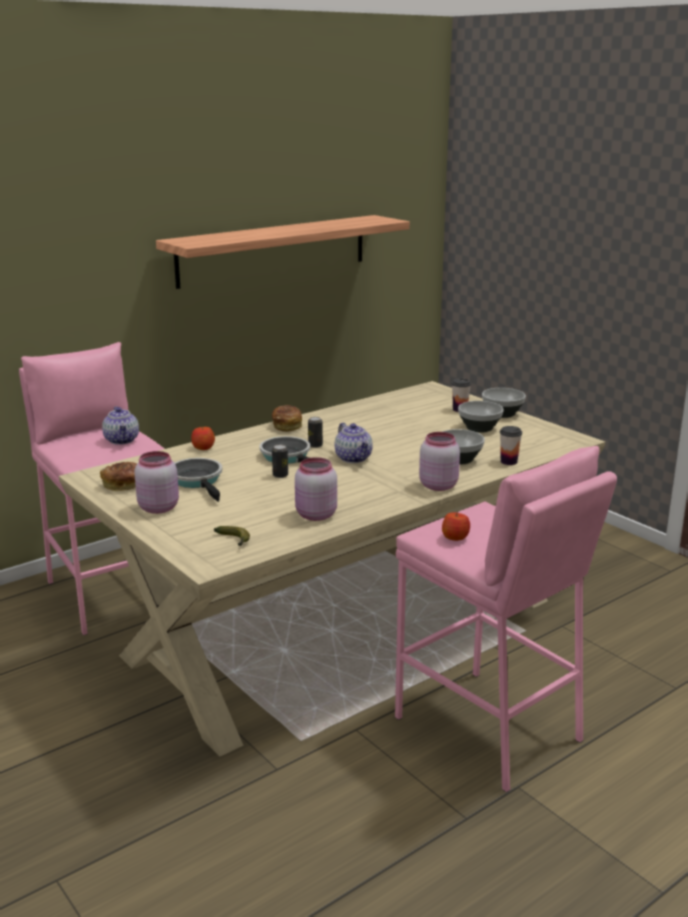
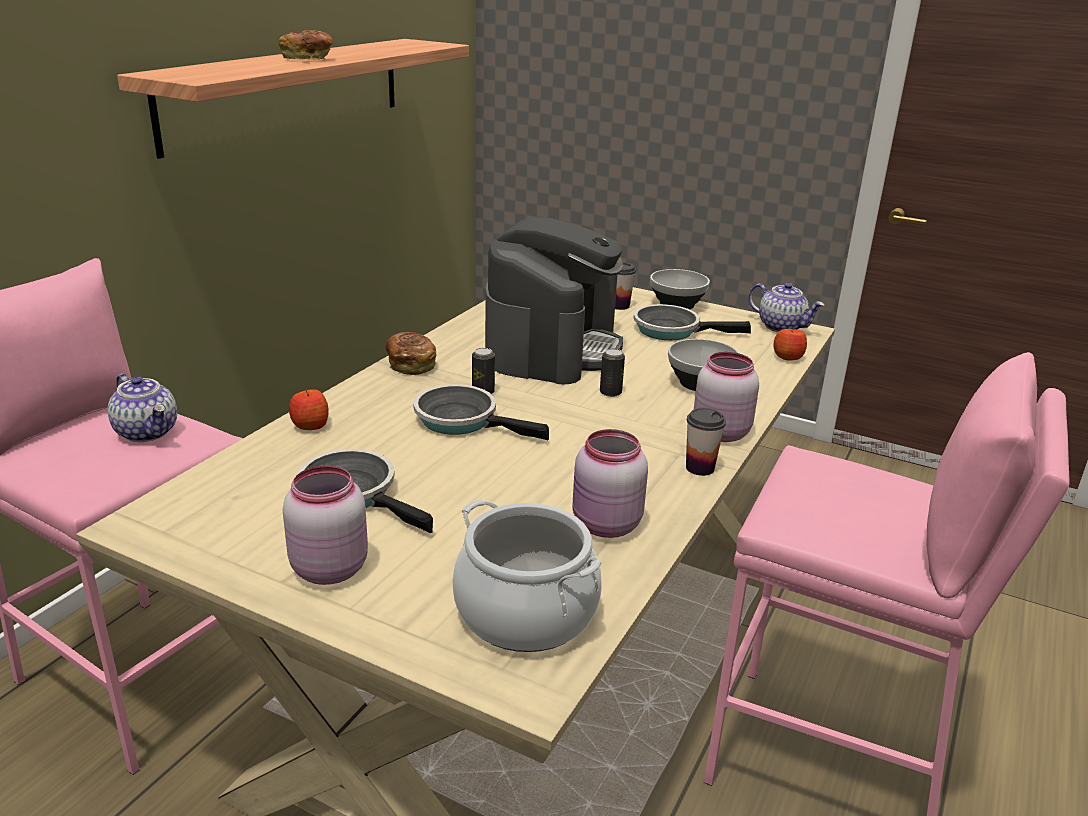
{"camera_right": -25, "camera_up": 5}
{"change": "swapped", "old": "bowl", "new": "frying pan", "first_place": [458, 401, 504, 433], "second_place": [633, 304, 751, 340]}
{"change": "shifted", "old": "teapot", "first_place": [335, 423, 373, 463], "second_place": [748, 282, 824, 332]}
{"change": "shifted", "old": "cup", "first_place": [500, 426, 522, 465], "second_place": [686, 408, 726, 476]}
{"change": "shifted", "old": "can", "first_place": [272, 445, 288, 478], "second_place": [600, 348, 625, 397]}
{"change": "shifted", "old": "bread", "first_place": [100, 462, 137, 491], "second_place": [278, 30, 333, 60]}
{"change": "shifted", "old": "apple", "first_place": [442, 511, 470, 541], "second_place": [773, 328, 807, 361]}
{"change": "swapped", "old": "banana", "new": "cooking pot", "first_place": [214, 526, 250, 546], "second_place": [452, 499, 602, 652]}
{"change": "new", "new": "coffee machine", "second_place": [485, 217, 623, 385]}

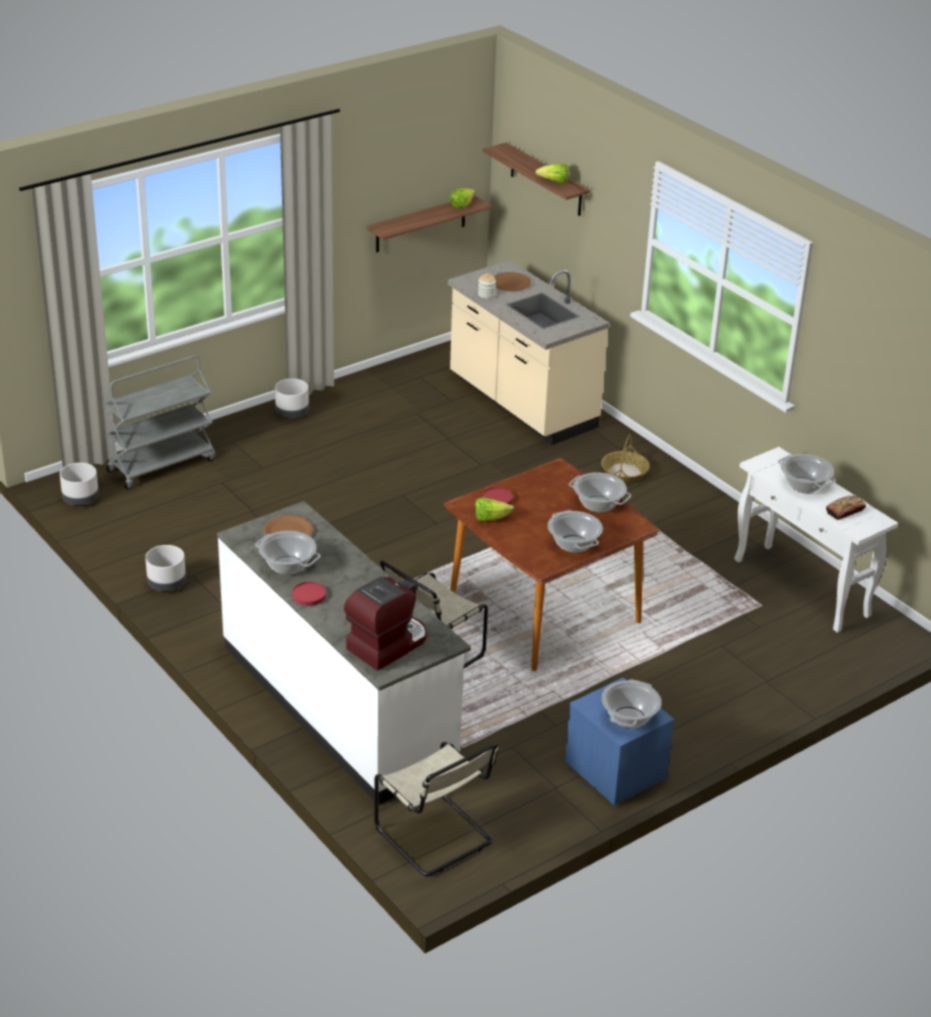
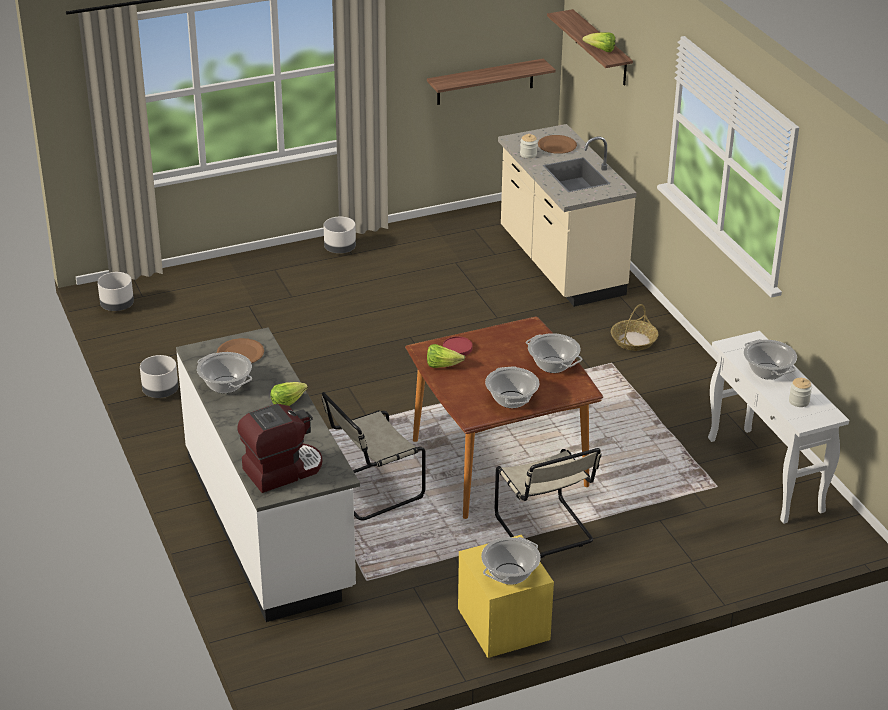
{"camera_right": 15, "camera_up": 0}
{"change": "shifted", "old": "lettuce", "first_place": [449, 188, 475, 208], "second_place": [270, 382, 308, 406]}
{"change": "gone", "old": "cart/grey", "first_place": [103, 355, 215, 490]}
{"change": "swapped", "old": "bread", "new": "jar", "first_place": [826, 495, 866, 520], "second_place": [789, 378, 812, 407]}
{"change": "gone", "old": "plate/red", "first_place": [292, 582, 326, 606]}
{"change": "repainted", "old": "nightstand/blue", "new": "nightstand/yellow", "first_place": [565, 678, 674, 806], "second_place": [458, 535, 554, 658]}
{"change": "shifted", "old": "chair/beige", "first_place": [374, 742, 499, 876], "second_place": [495, 448, 601, 558]}

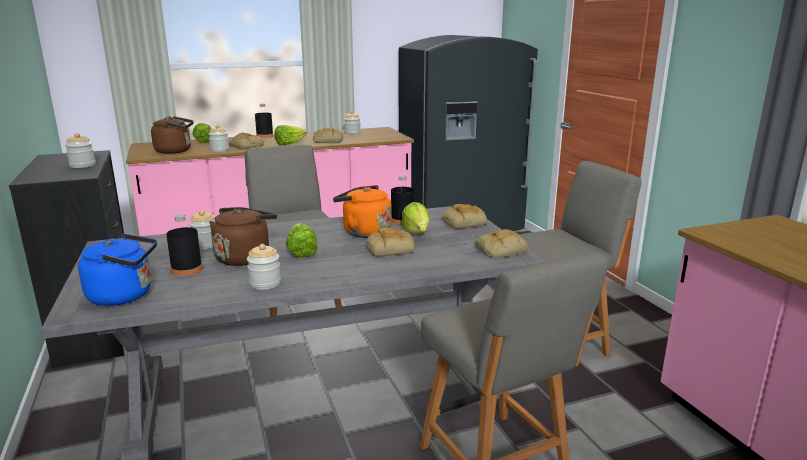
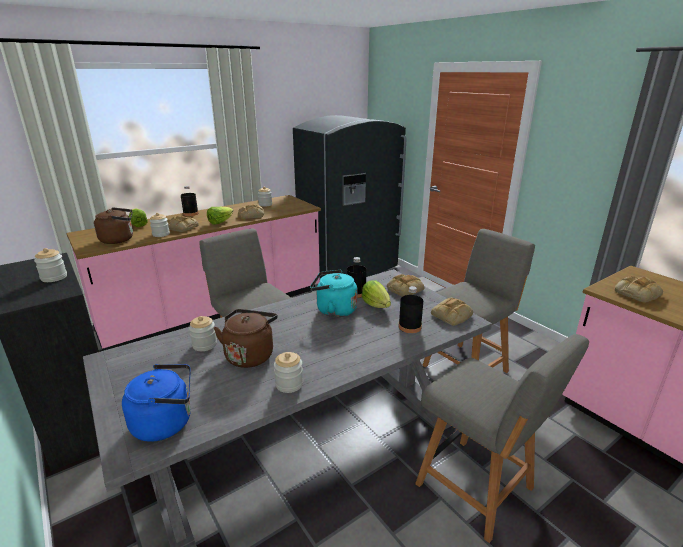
{"camera_right": -15, "camera_up": 5}
{"change": "repainted", "old": "kettle/orange", "new": "kettle/turquoise", "first_place": [333, 185, 392, 238], "second_place": [310, 270, 358, 317]}
{"change": "shifted", "old": "bottle/black", "first_place": [166, 214, 203, 276], "second_place": [398, 286, 423, 333]}
{"change": "gone", "old": "lettuce", "first_place": [286, 223, 317, 258]}
{"change": "shifted", "old": "bread", "first_place": [366, 228, 415, 257], "second_place": [615, 276, 663, 303]}

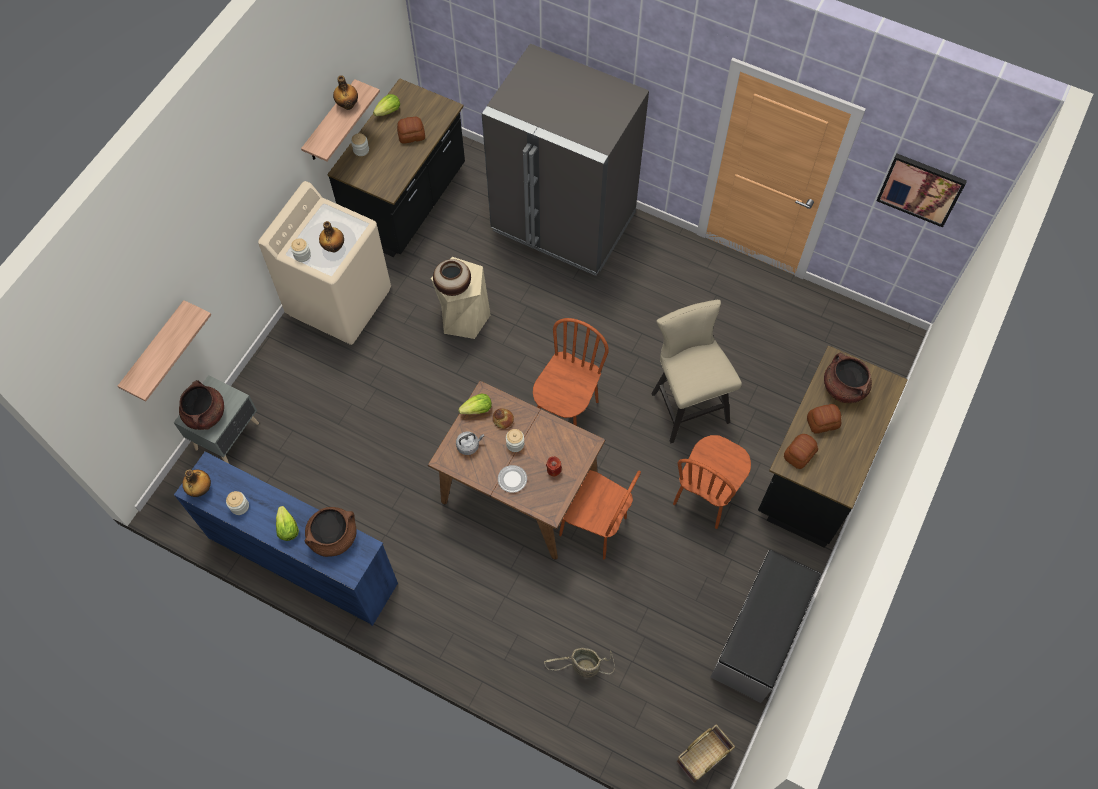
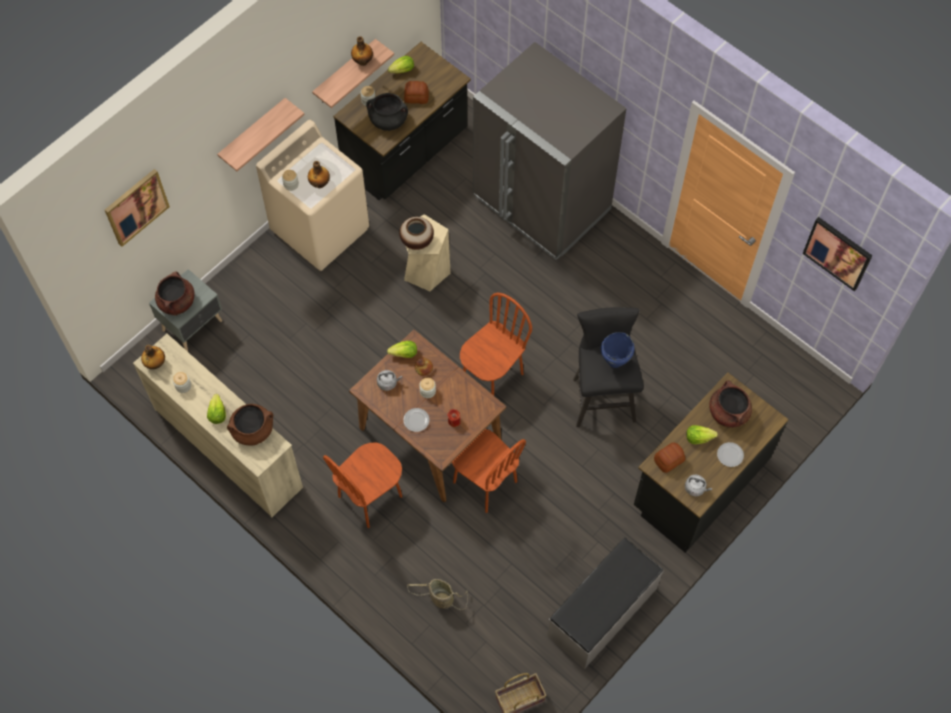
{"camera_right": 15, "camera_up": 0}
{"change": "shifted", "old": "shelf", "first_place": [118, 300, 211, 401], "second_place": [217, 98, 305, 171]}
{"change": "repainted", "old": "stool/beige", "new": "stool/black", "first_place": [651, 300, 742, 444], "second_place": [573, 307, 644, 427]}
{"change": "swapped", "old": "bread", "new": "lettuce", "first_place": [807, 404, 841, 434], "second_place": [686, 425, 718, 444]}
{"change": "shifted", "old": "chair/brown", "first_place": [673, 435, 751, 529], "second_place": [323, 442, 402, 528]}
{"change": "repainted", "old": "dresser/blue", "new": "dresser/beige", "first_place": [174, 452, 398, 626], "second_place": [133, 334, 303, 517]}
{"change": "new", "new": "cooking pot/black", "second_place": [366, 93, 408, 131]}
{"change": "new", "new": "picture", "second_place": [105, 169, 170, 247]}
{"change": "new", "new": "cooking pot/blue", "second_place": [601, 332, 634, 368]}
{"change": "new", "new": "plate", "second_place": [717, 442, 744, 467]}
{"change": "new", "new": "kettle/grey", "second_place": [685, 475, 712, 496]}

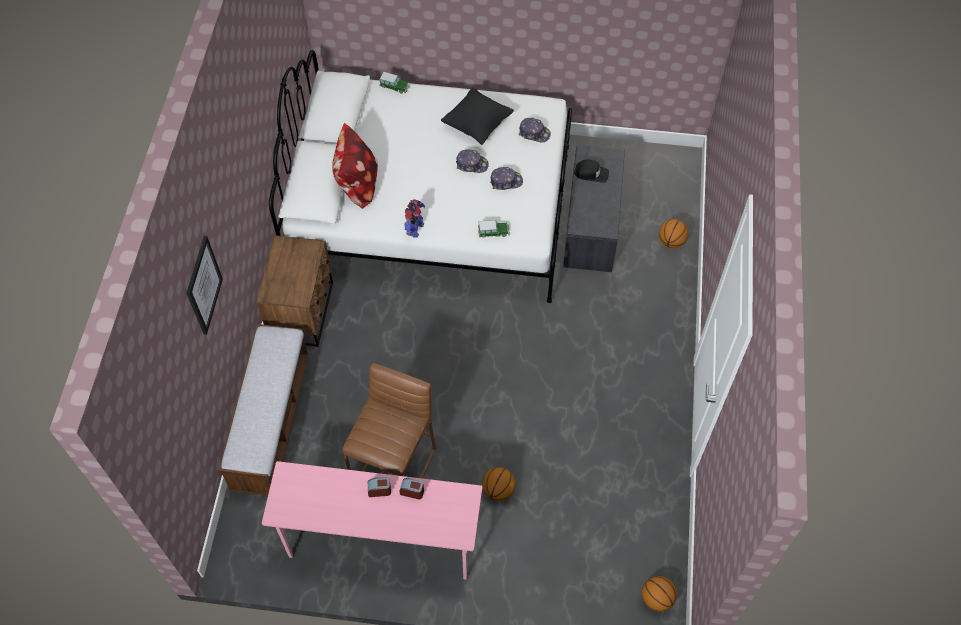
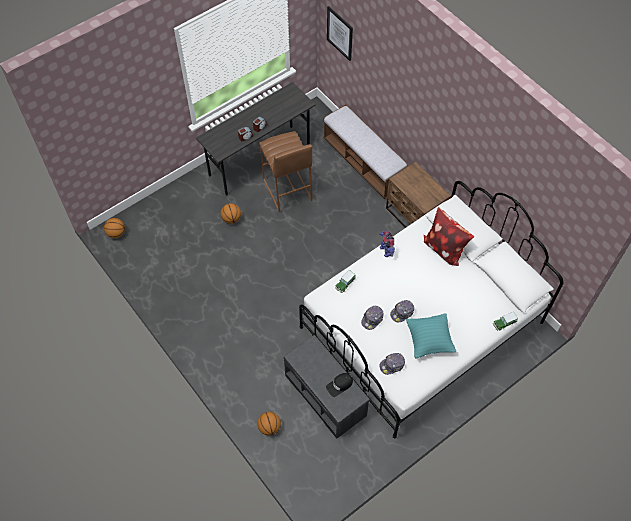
{"camera_right": 135, "camera_up": 0}
{"change": "repainted", "old": "pillow/black", "new": "pillow/turquoise", "first_place": [441, 87, 514, 145], "second_place": [406, 313, 456, 359]}
{"change": "shifted", "old": "picture", "first_place": [186, 236, 223, 335], "second_place": [327, 6, 353, 61]}
{"change": "repainted", "old": "desk/pink", "new": "desk/grey", "first_place": [262, 461, 482, 580], "second_place": [196, 82, 315, 195]}

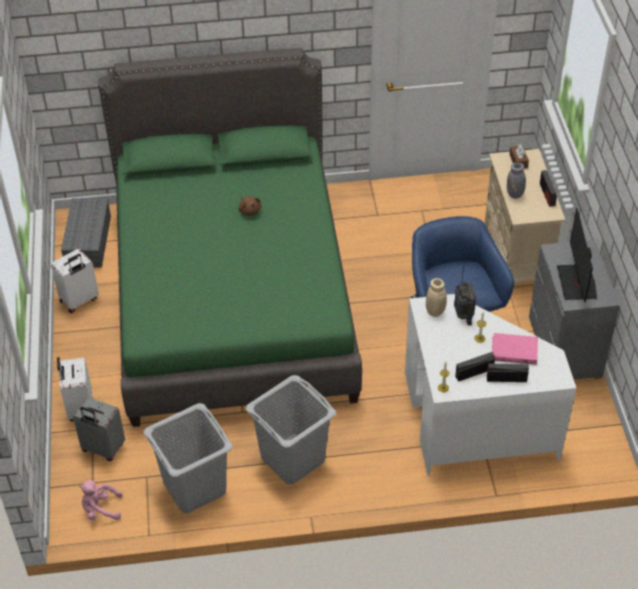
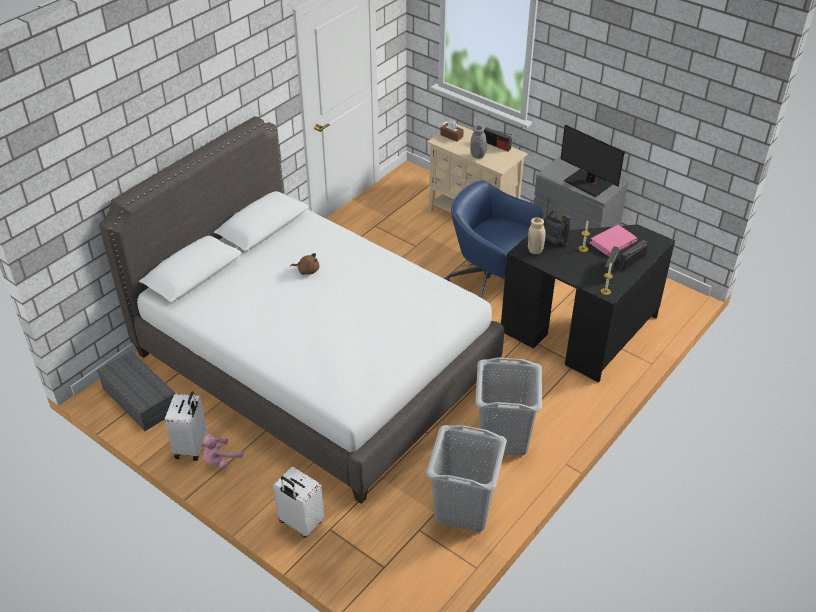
{"camera_right": -45, "camera_up": -5}
{"change": "repainted", "old": "bed/green", "new": "bed/white", "first_place": [98, 48, 362, 427], "second_place": [99, 116, 504, 504]}
{"change": "repainted", "old": "desk/white", "new": "desk/black", "first_place": [405, 294, 576, 476], "second_place": [501, 225, 675, 383]}
{"change": "gone", "old": "suitcase/grey", "first_place": [73, 397, 125, 461]}
{"change": "shifted", "old": "plush toy/pink", "first_place": [79, 480, 122, 520], "second_place": [201, 434, 243, 468]}

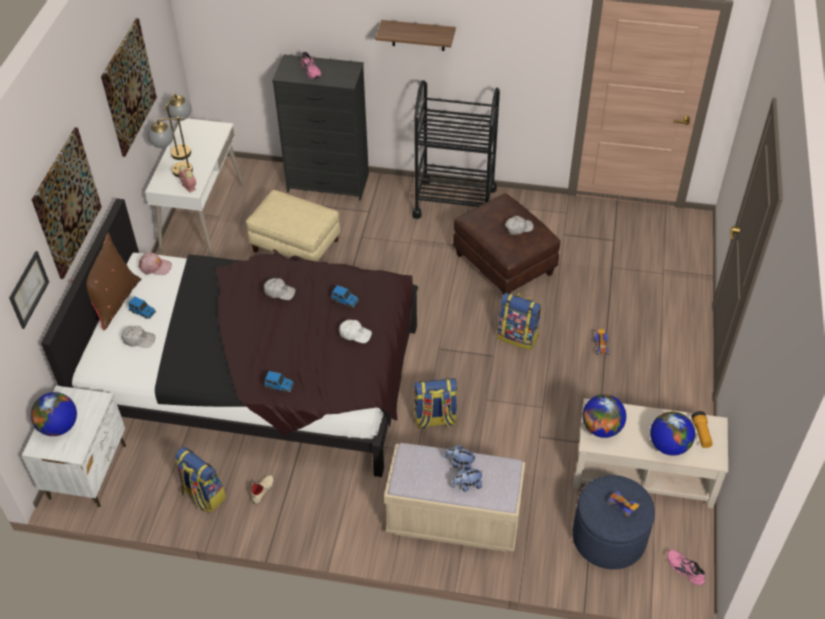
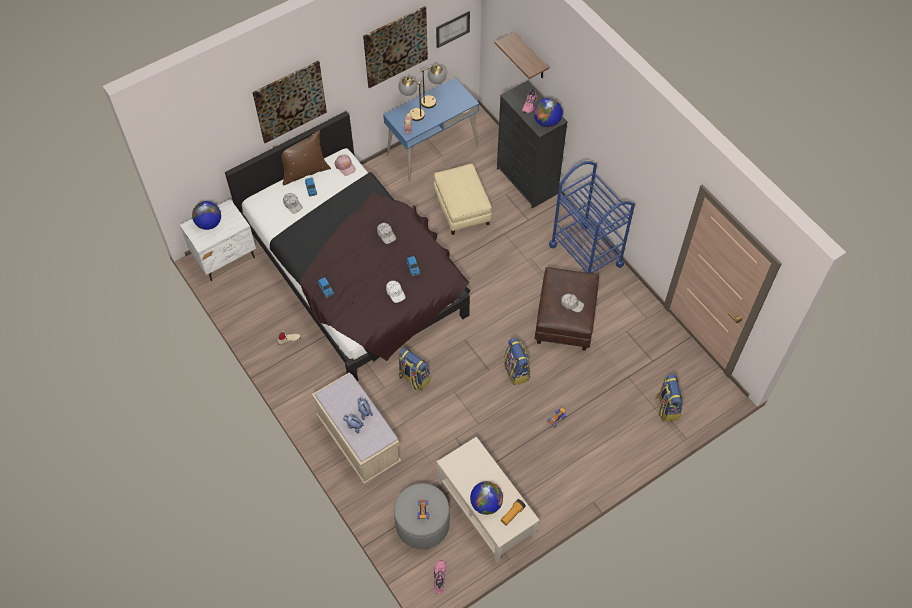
{"camera_right": 45, "camera_up": 10}
{"change": "shifted", "old": "shelf", "first_place": [375, 20, 456, 51], "second_place": [495, 32, 549, 79]}
{"change": "repainted", "old": "cart/black", "new": "cart/blue", "first_place": [412, 80, 500, 219], "second_place": [549, 161, 635, 273]}
{"change": "repainted", "old": "desk/white", "new": "desk/blue", "first_place": [145, 118, 244, 257], "second_place": [383, 78, 479, 182]}
{"change": "shifted", "old": "picture", "first_place": [9, 251, 49, 329], "second_place": [436, 11, 470, 48]}
{"change": "shifted", "old": "globe", "first_place": [583, 394, 626, 438], "second_place": [534, 98, 563, 127]}
{"change": "shifted", "old": "backpack", "first_place": [175, 447, 226, 512], "second_place": [655, 374, 683, 421]}
{"change": "repainted", "old": "ottoman/blue", "new": "ottoman/grey", "first_place": [572, 475, 655, 569], "second_place": [394, 483, 450, 549]}

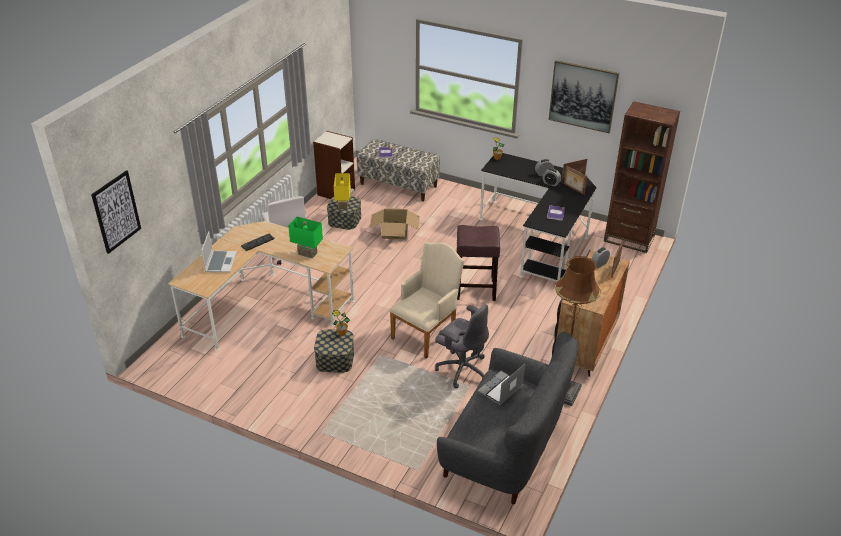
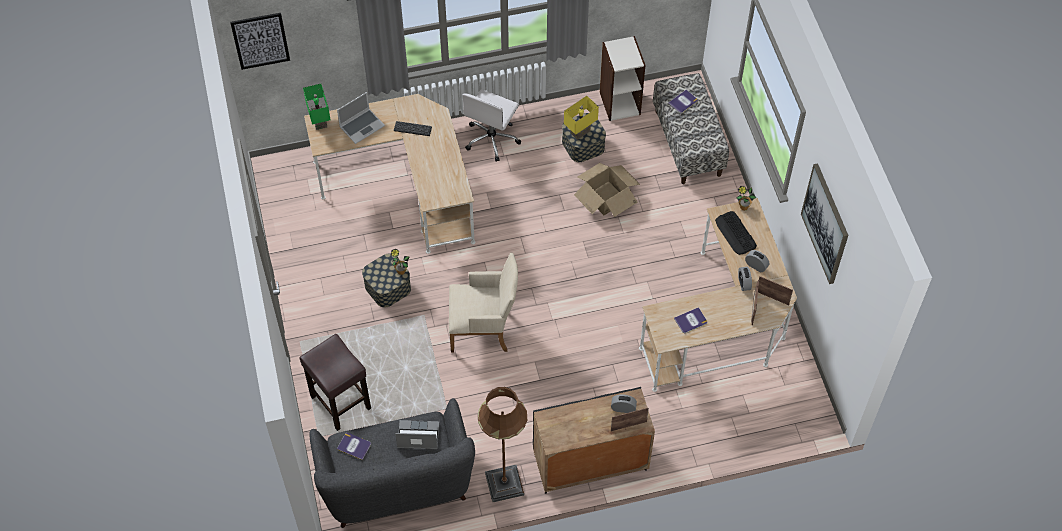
{"camera_right": 50, "camera_up": 20}
{"change": "gone", "old": "bookcase/brown", "first_place": [604, 101, 680, 253]}
{"change": "repainted", "old": "desk/black", "new": "desk/beige", "first_place": [479, 153, 597, 282], "second_place": [639, 198, 797, 392]}
{"change": "shifted", "old": "table lamp/green", "first_place": [288, 217, 323, 259], "second_place": [303, 84, 331, 130]}
{"change": "shifted", "old": "stool/brown", "first_place": [457, 225, 500, 301], "second_place": [300, 334, 371, 431]}
{"change": "gone", "old": "office chair/grey", "first_place": [435, 304, 489, 389]}
{"change": "new", "new": "keyboard", "second_place": [715, 211, 757, 255]}
{"change": "new", "new": "book", "second_place": [337, 433, 371, 460]}

